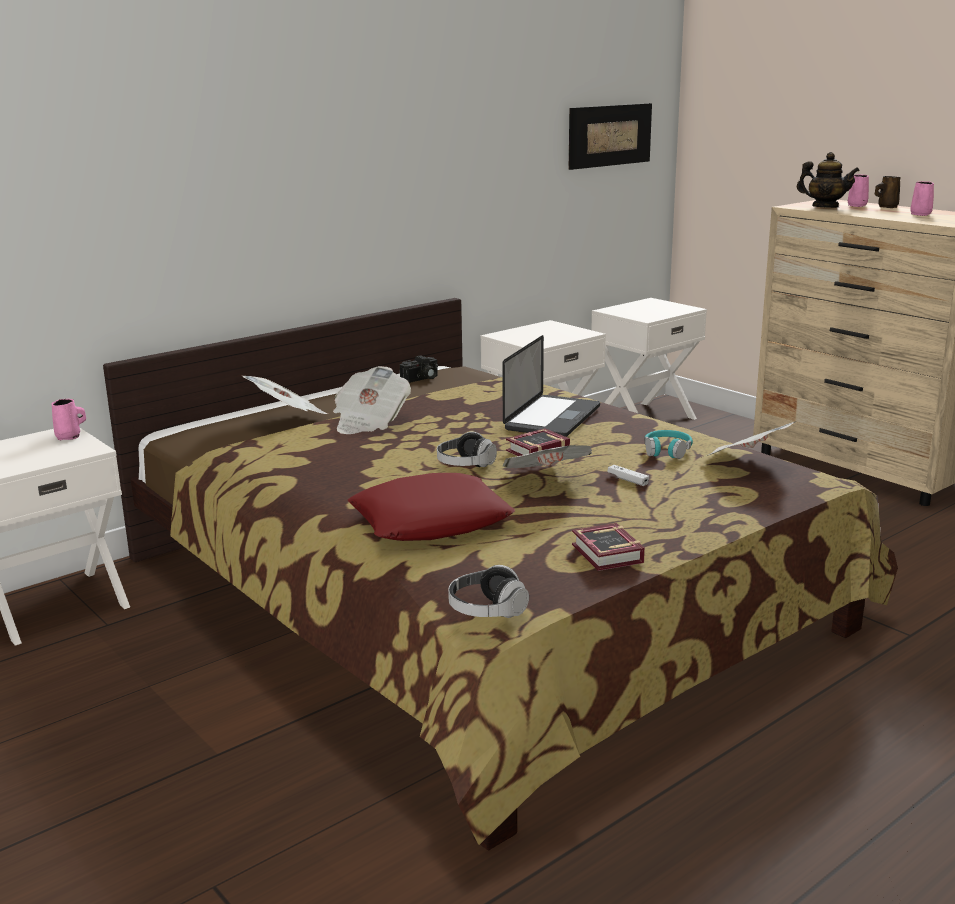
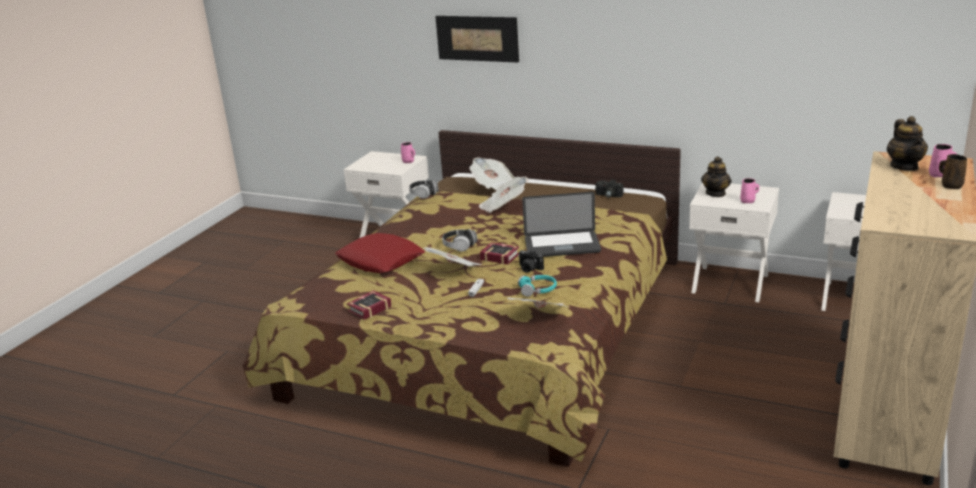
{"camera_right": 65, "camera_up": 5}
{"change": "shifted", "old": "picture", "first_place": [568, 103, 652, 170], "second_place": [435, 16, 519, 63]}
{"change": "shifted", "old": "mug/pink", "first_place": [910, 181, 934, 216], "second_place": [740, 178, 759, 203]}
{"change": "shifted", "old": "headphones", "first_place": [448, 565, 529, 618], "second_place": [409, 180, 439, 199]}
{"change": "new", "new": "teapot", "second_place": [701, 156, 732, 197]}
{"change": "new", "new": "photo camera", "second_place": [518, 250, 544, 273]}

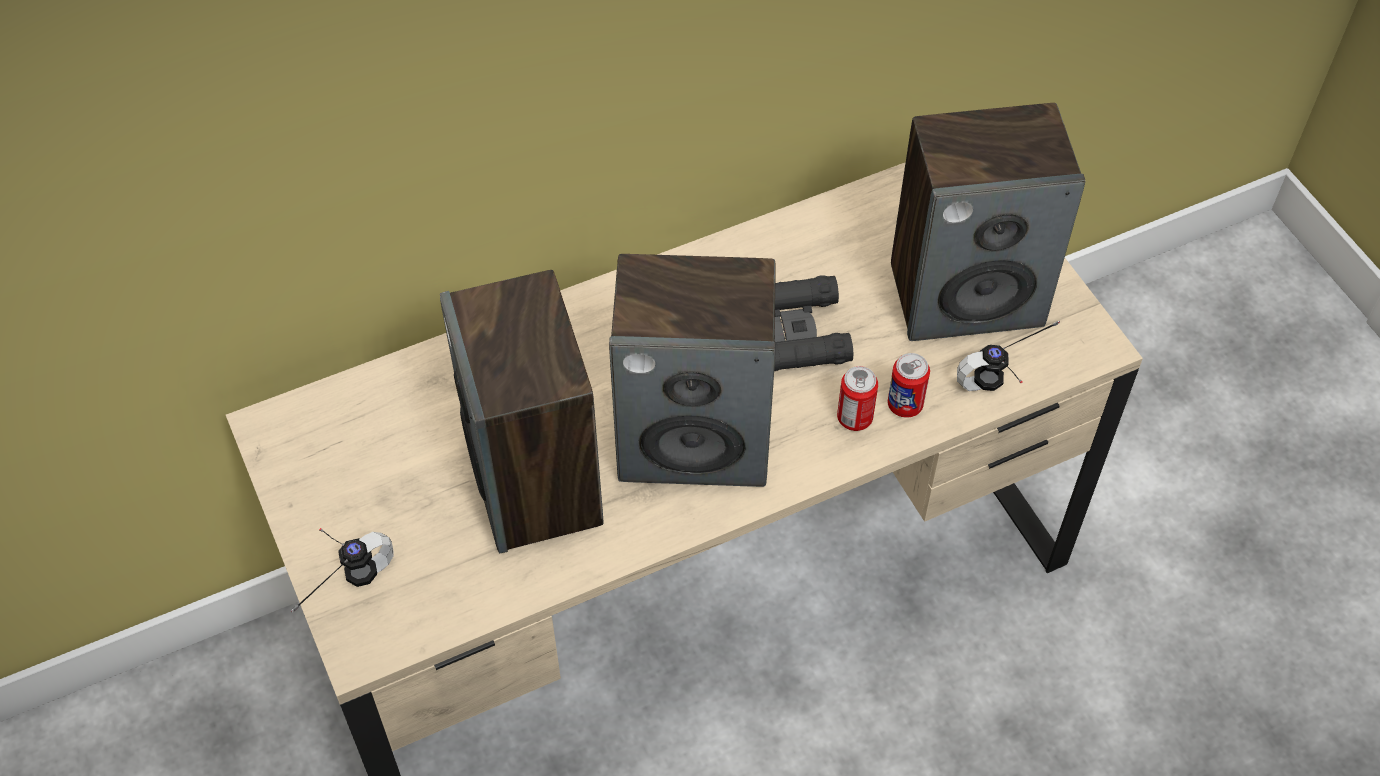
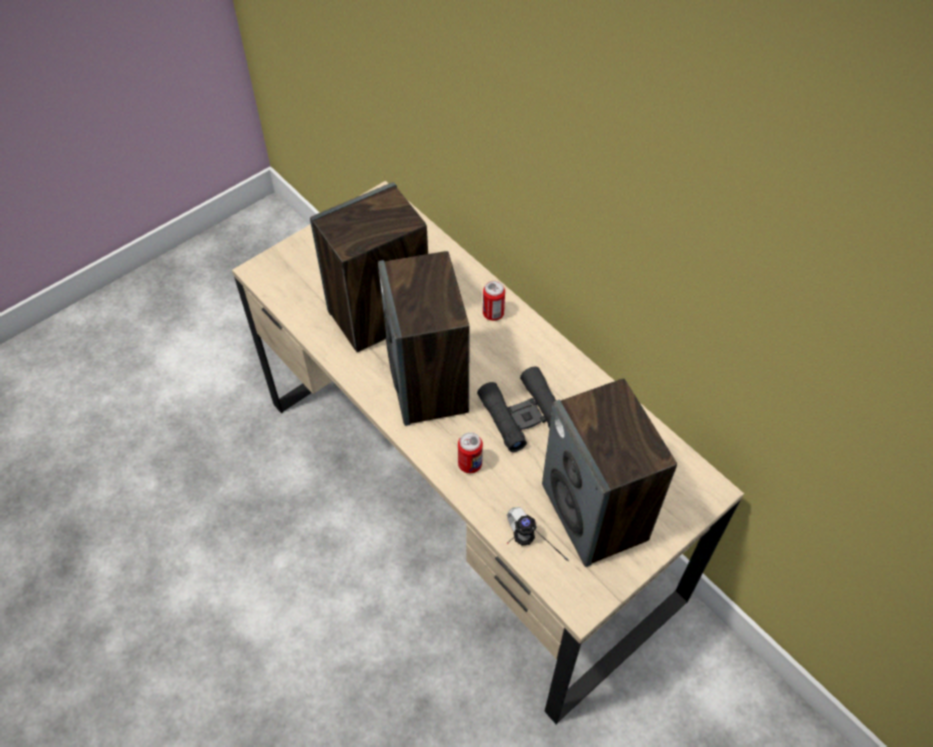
{"camera_right": 75, "camera_up": 0}
{"change": "shifted", "old": "can", "first_place": [888, 353, 930, 418], "second_place": [483, 281, 505, 321]}
{"change": "gone", "old": "headphones", "first_place": [291, 528, 394, 612]}

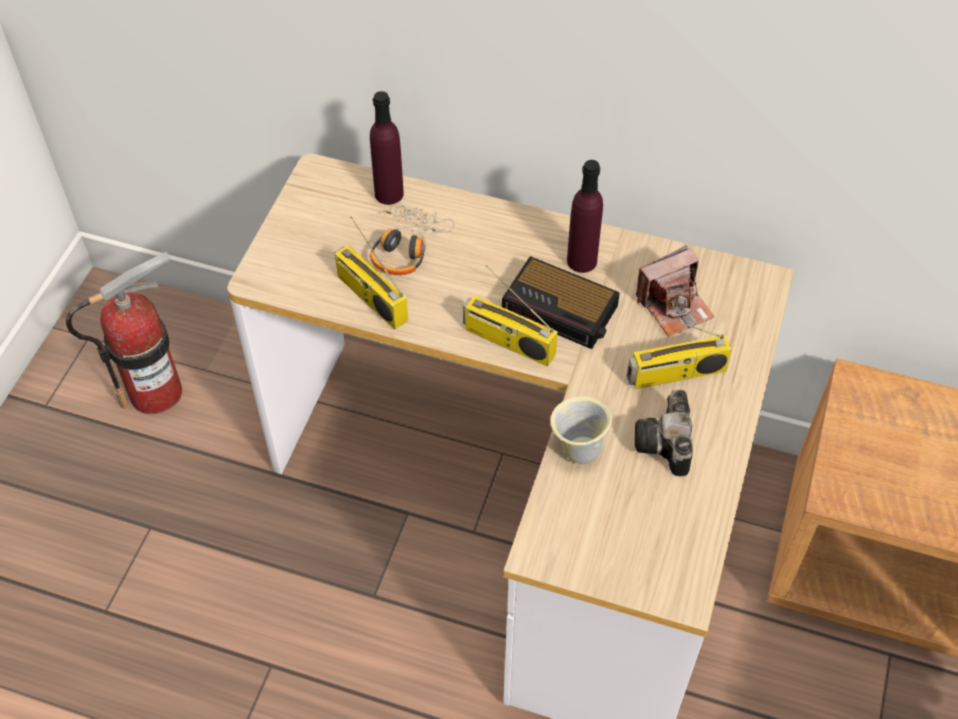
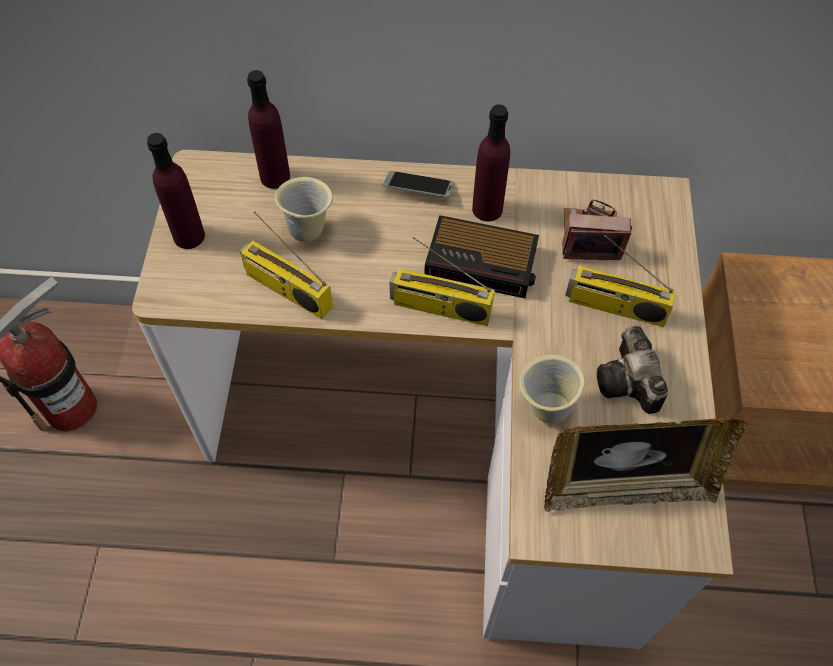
{"camera_right": -15, "camera_up": 5}
{"change": "swapped", "old": "headphones", "new": "mug/beige", "first_place": [370, 206, 454, 275], "second_place": [275, 177, 333, 242]}
{"change": "rotated", "old": "photo camera", "first_place": [636, 246, 715, 337], "second_place": [562, 199, 632, 260], "degrees": -135}
{"change": "rotated", "old": "radio", "first_place": [627, 314, 732, 389], "second_place": [565, 235, 676, 327], "degrees": 45}
{"change": "new", "new": "bottle/purple", "second_place": [147, 133, 205, 249]}
{"change": "new", "new": "phone", "second_place": [382, 171, 455, 198]}
{"change": "new", "new": "picture frame", "second_place": [544, 417, 747, 512]}

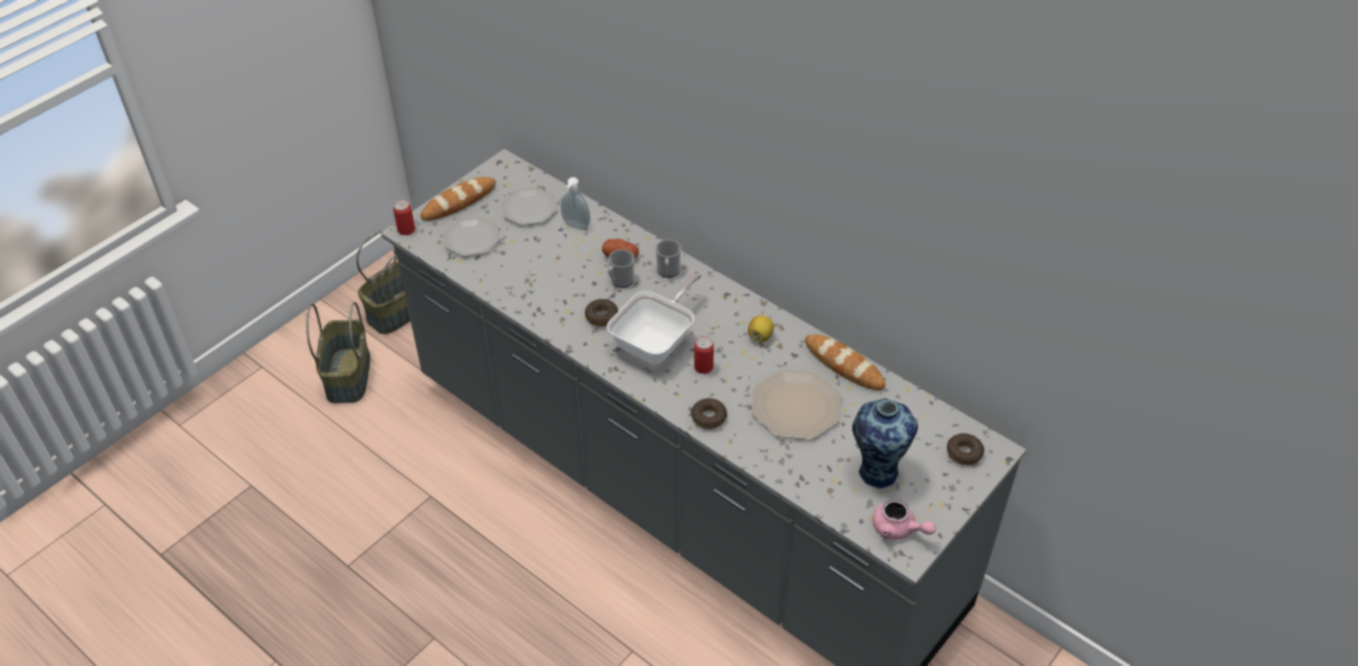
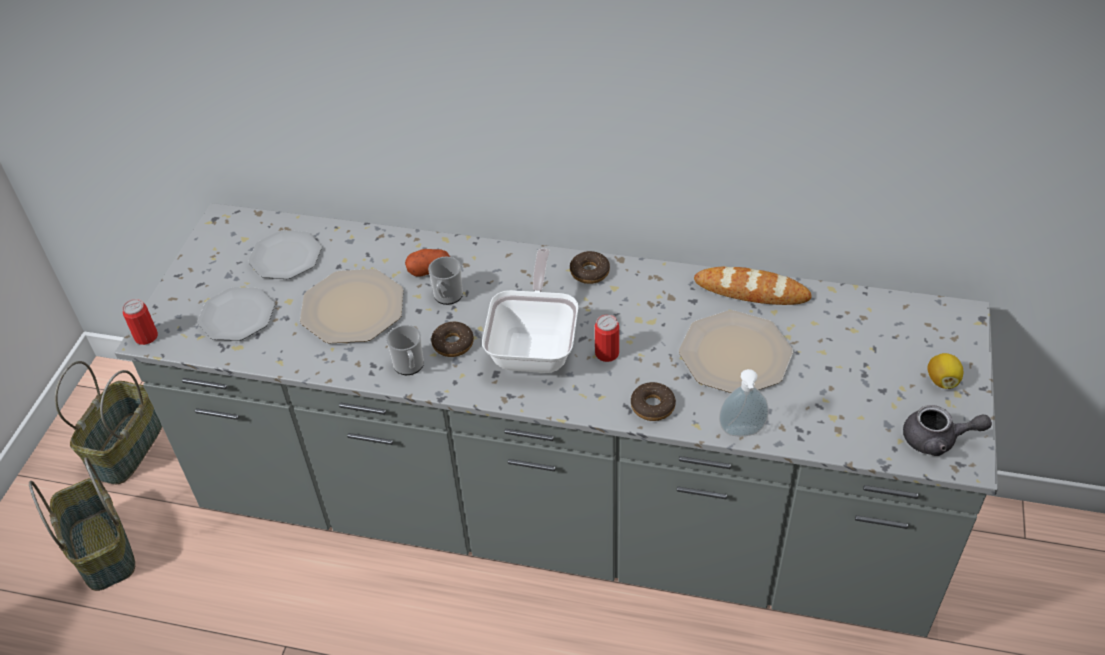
{"camera_right": -25, "camera_up": 0}
{"change": "gone", "old": "bread", "first_place": [421, 177, 496, 220]}
{"change": "shifted", "old": "soap dispenser", "first_place": [560, 177, 590, 230], "second_place": [719, 369, 769, 436]}
{"change": "shifted", "old": "mug", "first_place": [655, 240, 681, 278], "second_place": [386, 325, 424, 375]}
{"change": "shifted", "old": "lemon", "first_place": [748, 315, 774, 342], "second_place": [927, 353, 963, 389]}
{"change": "gone", "old": "vase", "first_place": [852, 398, 918, 488]}
{"change": "shifted", "old": "donut", "first_place": [947, 433, 984, 465], "second_place": [570, 251, 610, 284]}
{"change": "repainted", "old": "teapot/pink", "new": "teapot/grey", "first_place": [872, 498, 936, 540], "second_place": [903, 405, 992, 456]}
{"change": "new", "new": "plate", "second_place": [300, 269, 403, 343]}

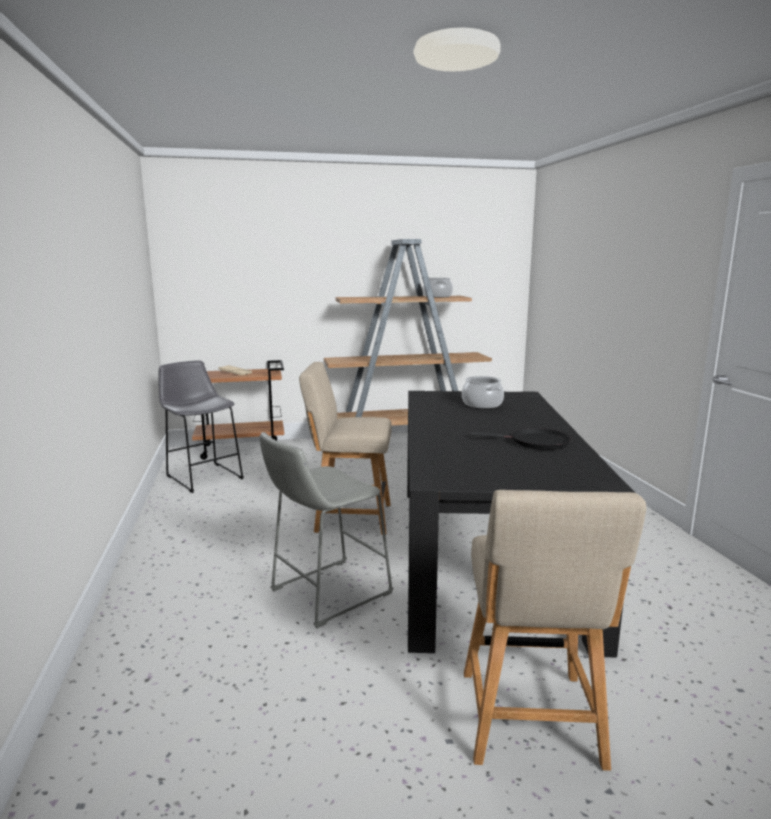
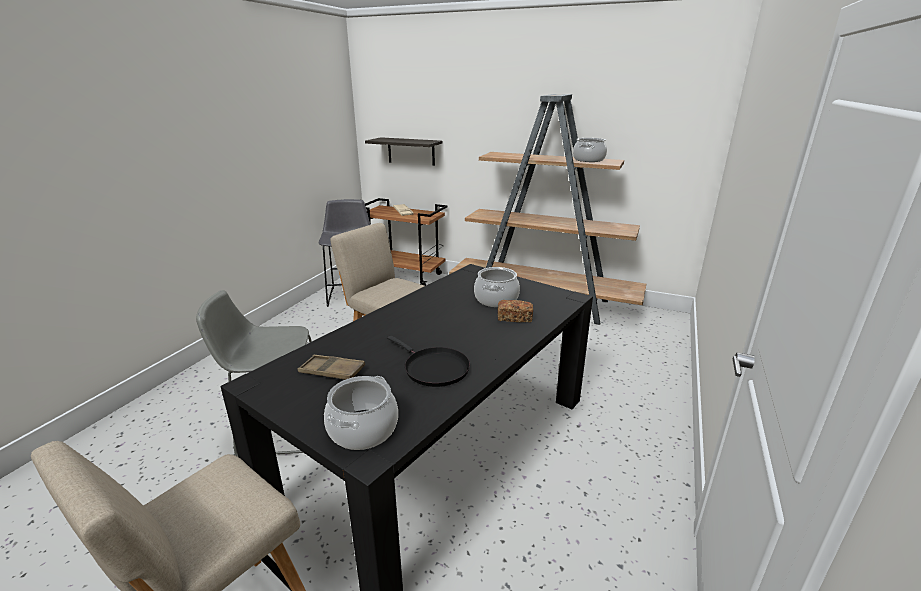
{"camera_right": 35, "camera_up": 10}
{"change": "new", "new": "shelf", "second_place": [365, 137, 443, 166]}
{"change": "new", "new": "bread", "second_place": [498, 300, 533, 322]}
{"change": "new", "new": "tray/brown", "second_place": [297, 355, 365, 380]}
{"change": "new", "new": "cooking pot", "second_place": [324, 376, 398, 450]}

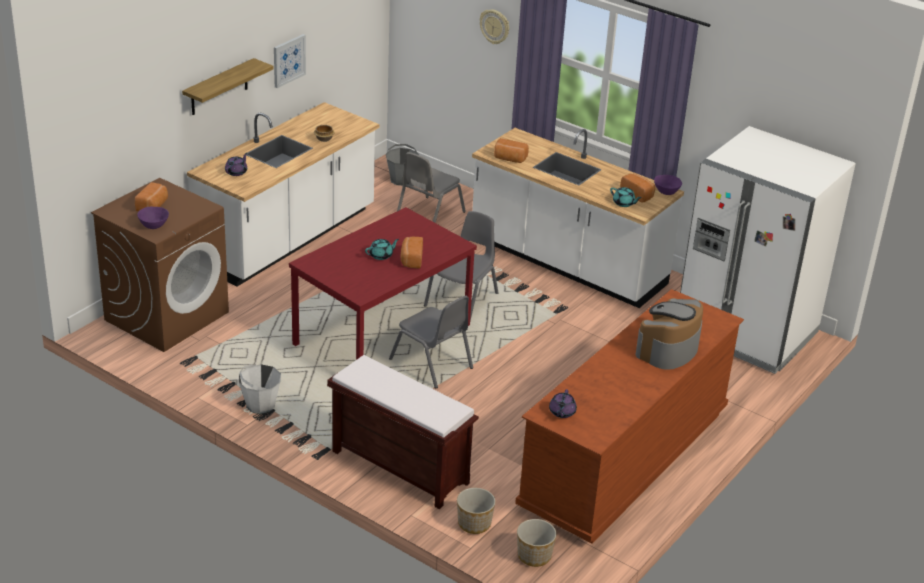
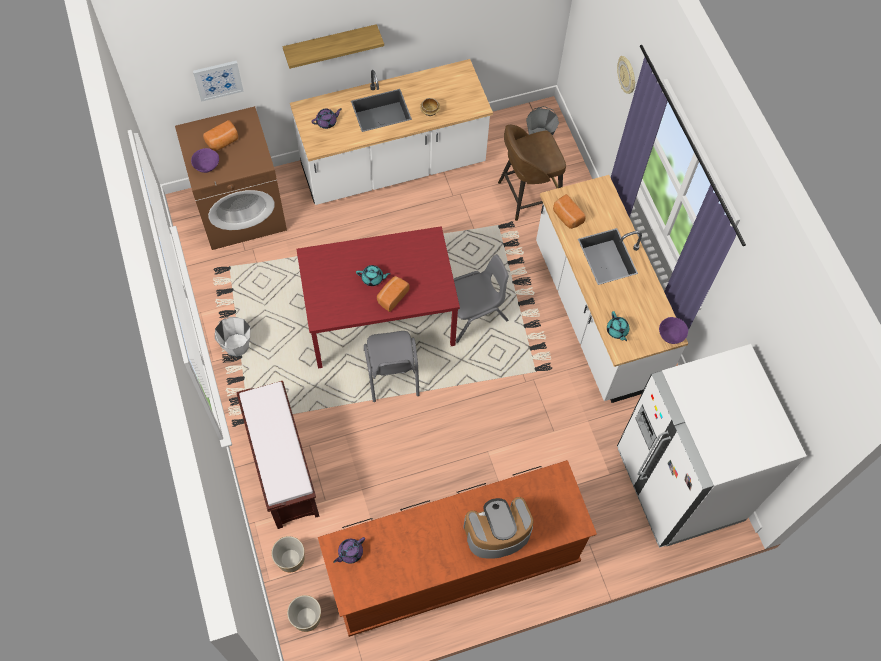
{"camera_right": 35, "camera_up": 30}
{"change": "shifted", "old": "picture", "first_place": [274, 34, 306, 88], "second_place": [193, 61, 244, 102]}
{"change": "swapped", "old": "chair/grey", "new": "stool/brown", "first_place": [397, 152, 466, 223], "second_place": [498, 125, 566, 221]}
{"change": "gone", "old": "bread", "first_place": [620, 173, 655, 203]}

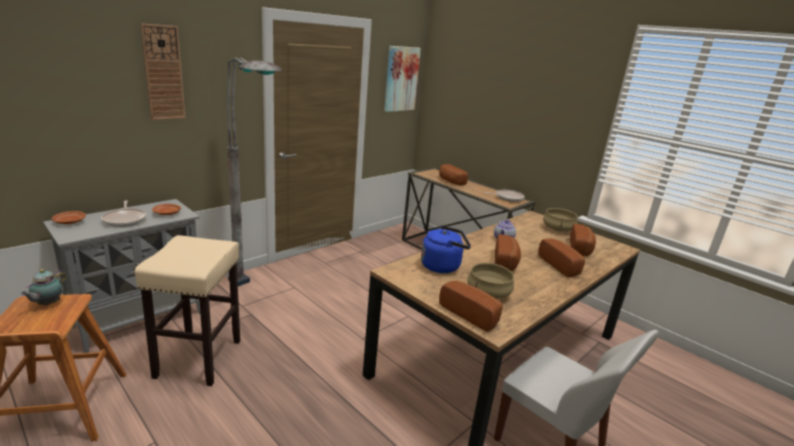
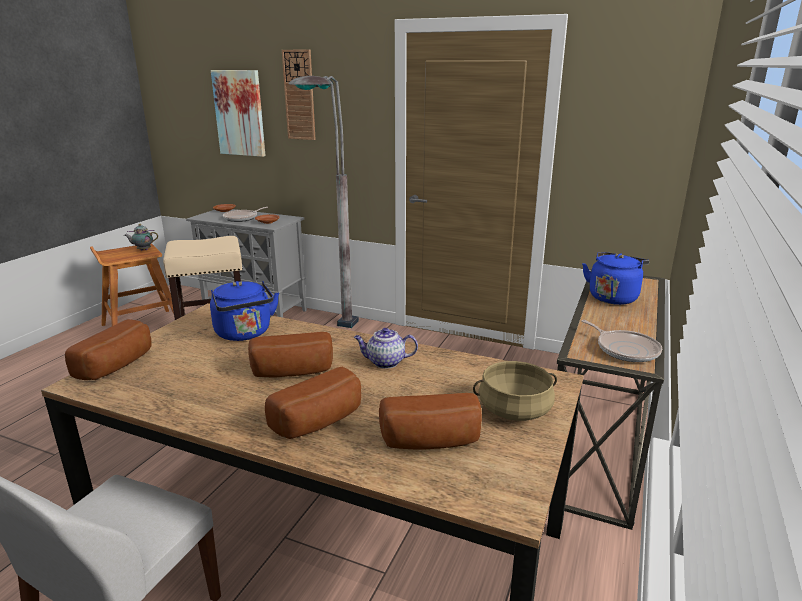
{"camera_right": 70, "camera_up": 0}
{"change": "shifted", "old": "picture", "first_place": [384, 46, 421, 112], "second_place": [211, 70, 266, 157]}
{"change": "swapped", "old": "bread", "new": "kettle/blue", "first_place": [439, 164, 468, 185], "second_place": [582, 252, 649, 305]}
{"change": "gone", "old": "cooking pot/beige", "first_place": [467, 263, 514, 299]}

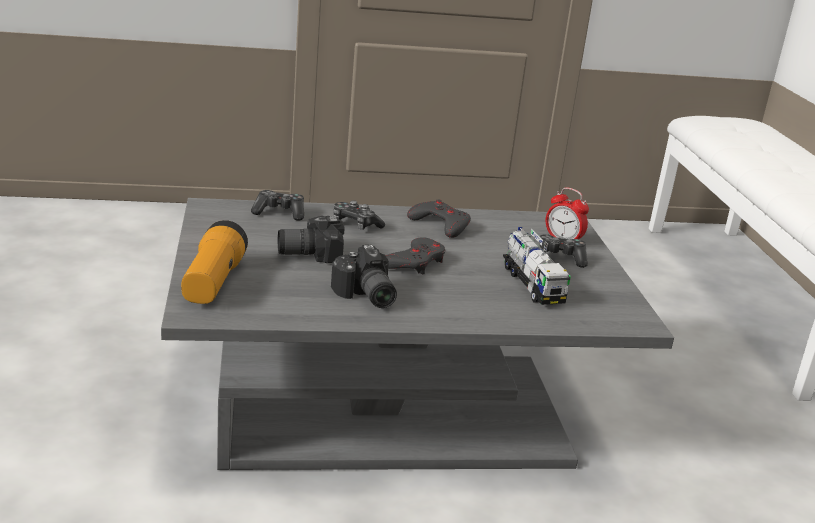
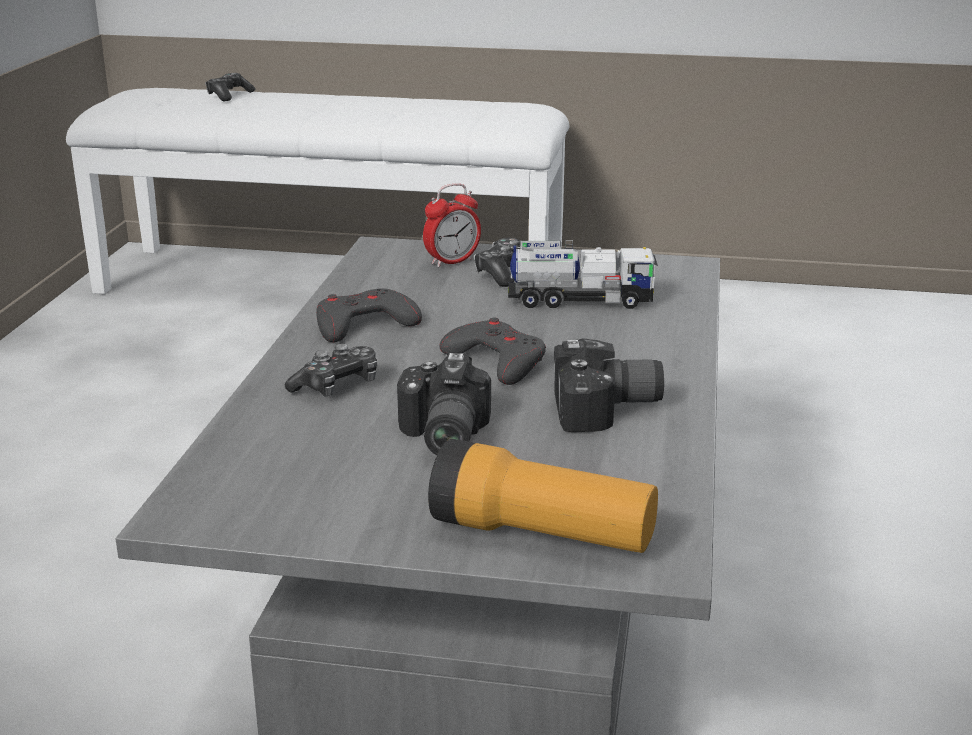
{"camera_right": -70, "camera_up": 0}
{"change": "shifted", "old": "game controller", "first_place": [251, 190, 304, 221], "second_place": [205, 73, 256, 101]}

